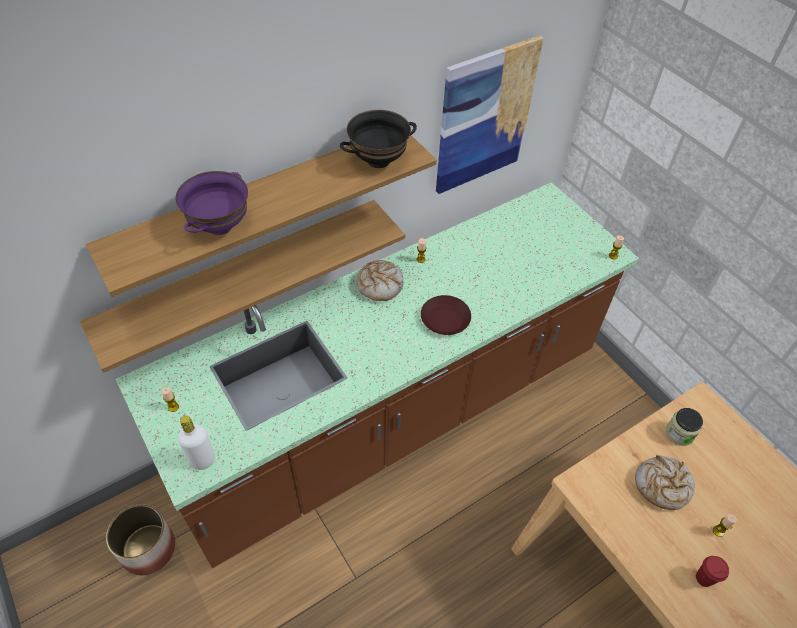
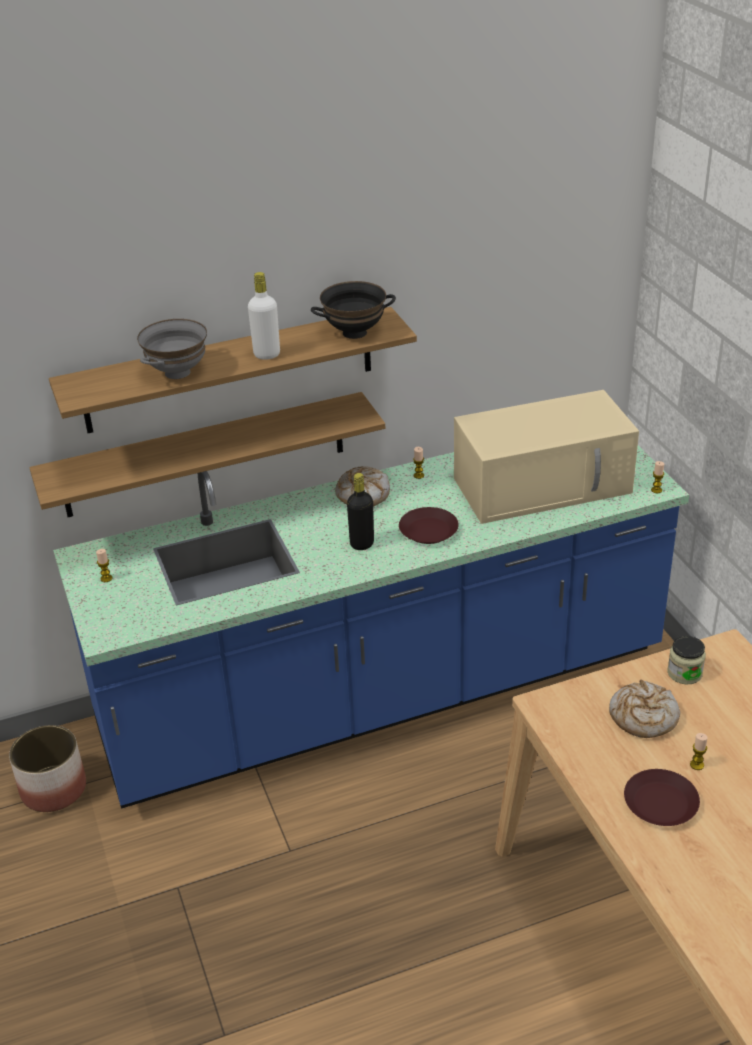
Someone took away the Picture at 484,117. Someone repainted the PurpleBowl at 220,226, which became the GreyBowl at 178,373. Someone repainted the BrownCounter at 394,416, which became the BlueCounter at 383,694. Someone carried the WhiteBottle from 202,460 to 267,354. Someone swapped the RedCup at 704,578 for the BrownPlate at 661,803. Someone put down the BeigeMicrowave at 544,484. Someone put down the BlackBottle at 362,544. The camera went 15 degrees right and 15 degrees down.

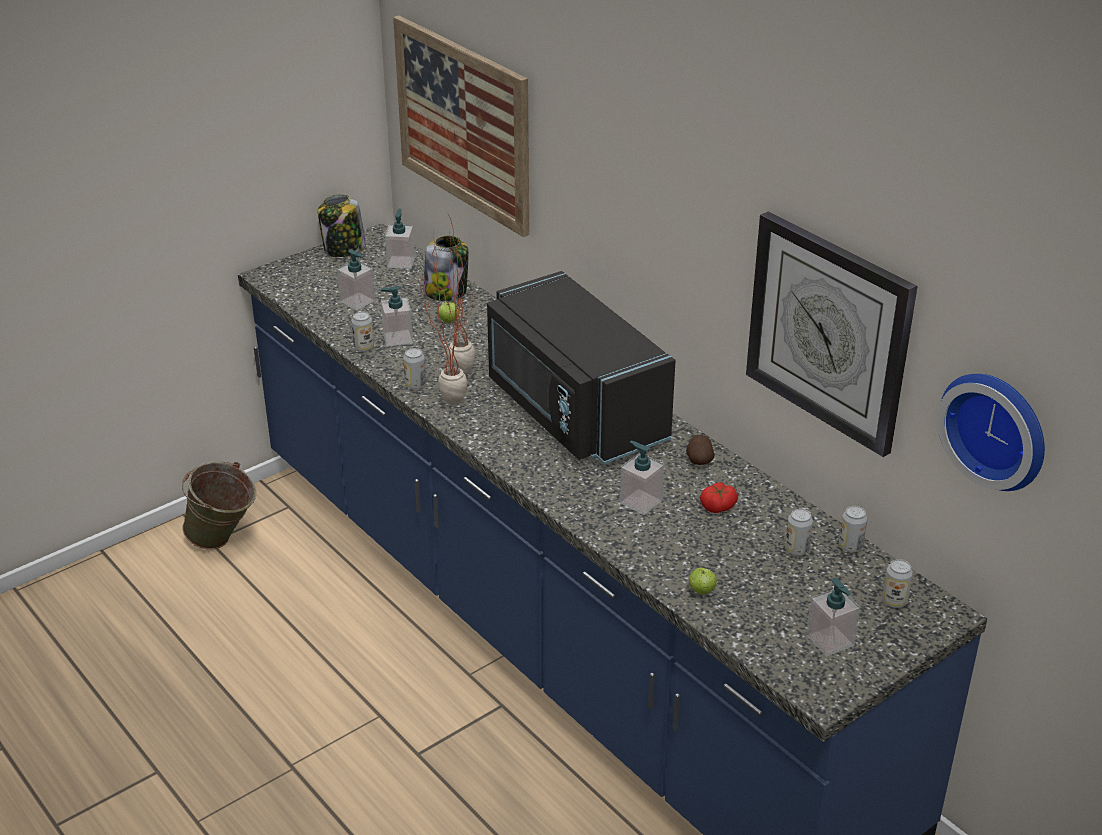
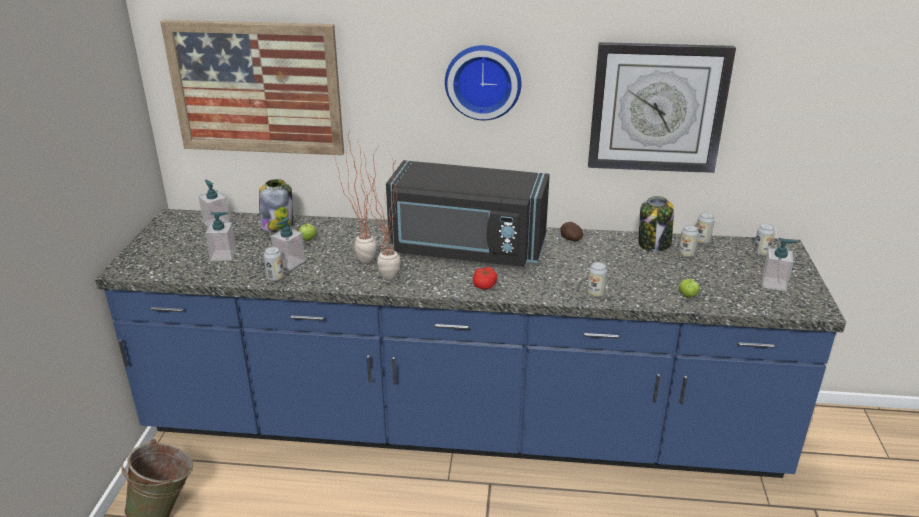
Someone carried the Jar from 343,249 to 654,244. Someone carried the Can from 415,385 to 595,293. Someone carried the WallClock from 997,428 to 483,81. Someone took away the SoapDispenser at 640,501. Someone carried the Tomato from 718,506 to 484,284. The camera went 45 degrees left and 5 degrees down.

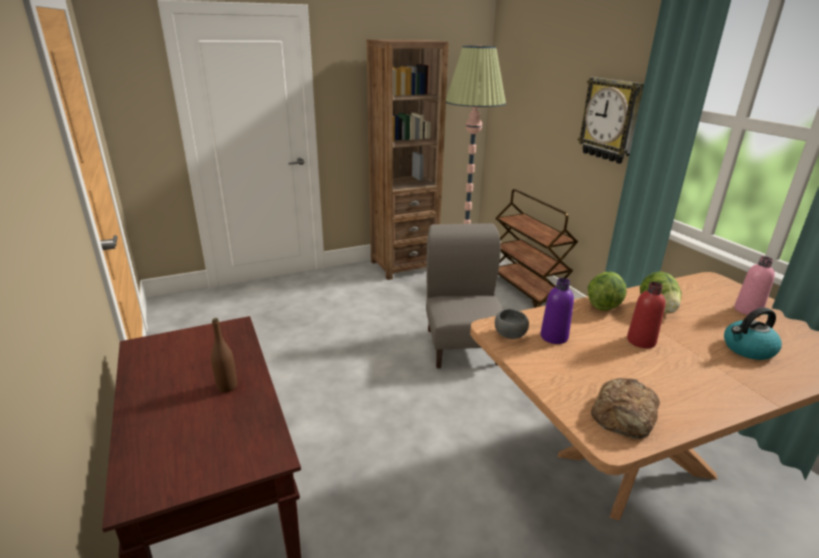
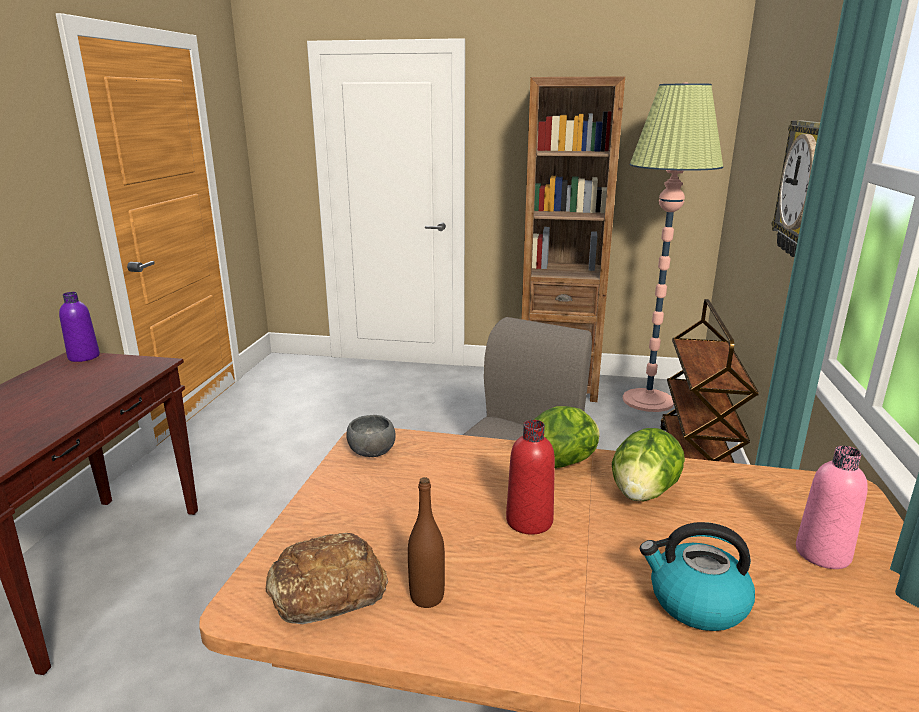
Someone carried the PurpleBottle from 554,337 to 84,357. Someone carried the BrownBottle from 227,387 to 427,597. The camera went 35 degrees right and 5 degrees down.

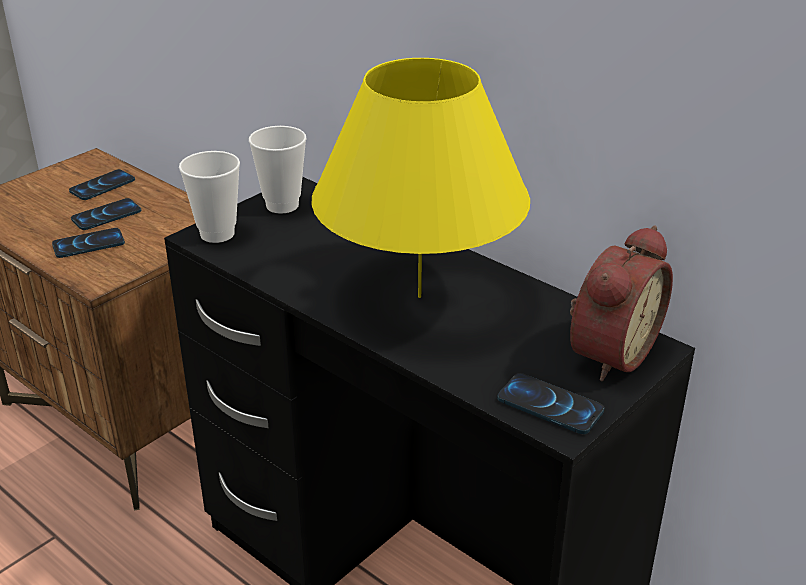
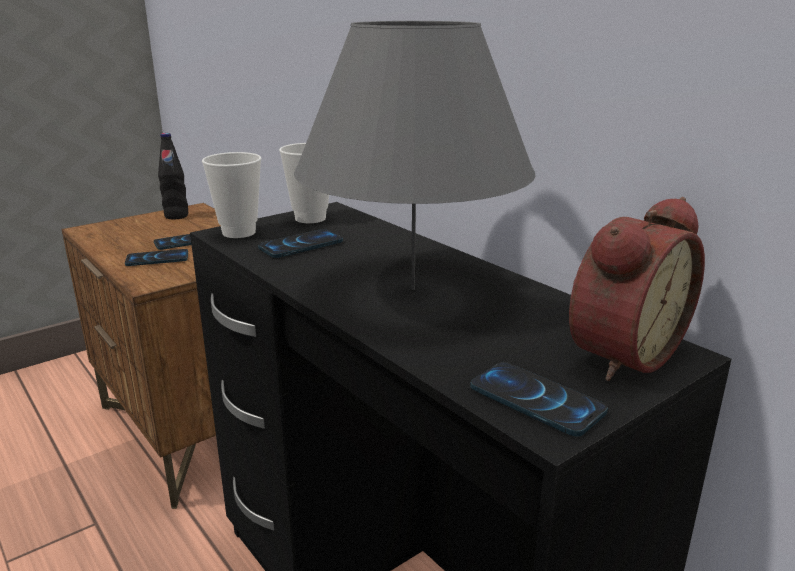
Someone repainted the YellowTableLamp at 419,296, which became the GreyTableLamp at 412,289. Someone carried the Phone from 102,186 to 301,245. Someone put down the BlackBottle at 176,216. The camera went 10 degrees right and 10 degrees down.

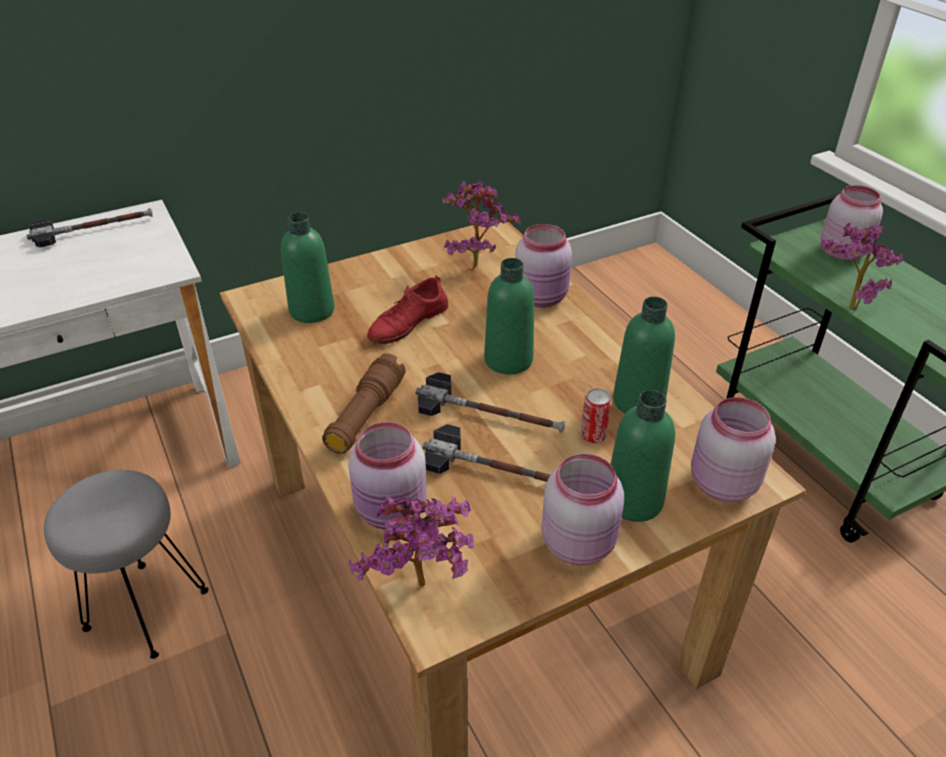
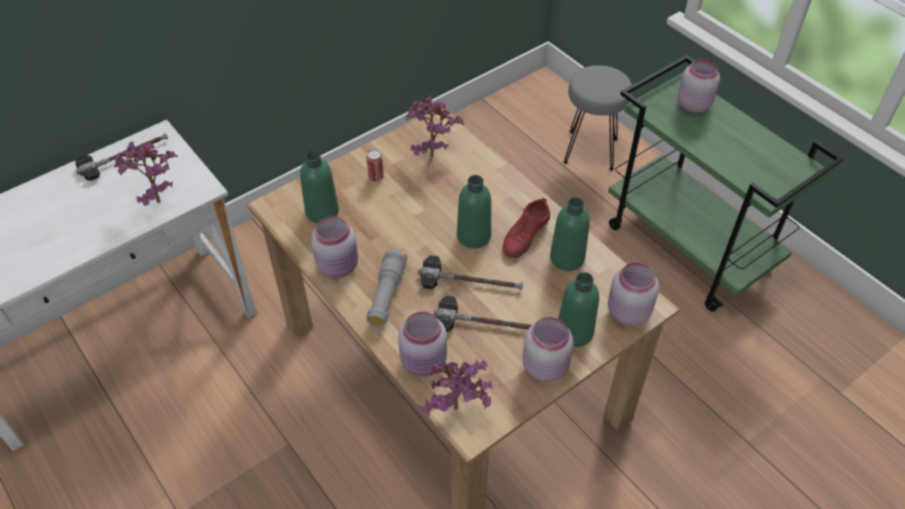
Someone carried the PottedPlant from 846,305 to 155,199. Someone carried the PinkJar from 542,297 to 339,266. Someone carried the RedShoe from 408,323 to 525,234. Someone repainted the BrownFlashlight at 365,415, which became the GreyFlashlight at 387,294. Someone carried the Can from 593,436 to 376,177. Someone carried the GreyStool from 146,608 to 589,150. The camera went 10 degrees left and 10 degrees up.

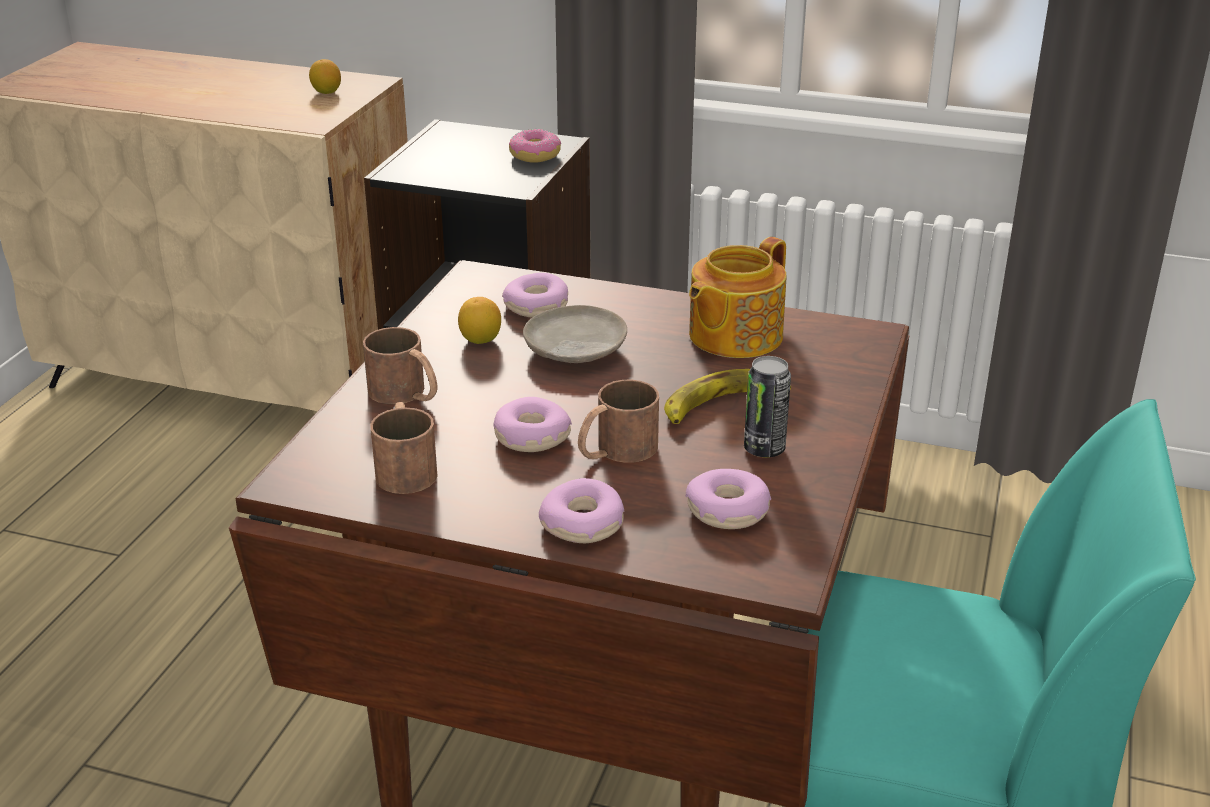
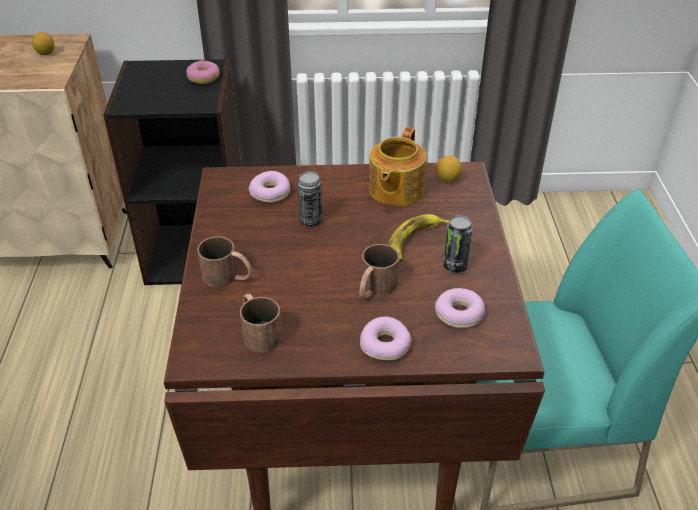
Someone carried the Lemon from 480,340 to 448,180. Someone swapped the BeigePlate at 574,350 for the Can at 310,220. Someone took away the Donut at 531,437. The camera went 20 degrees left and 10 degrees up.

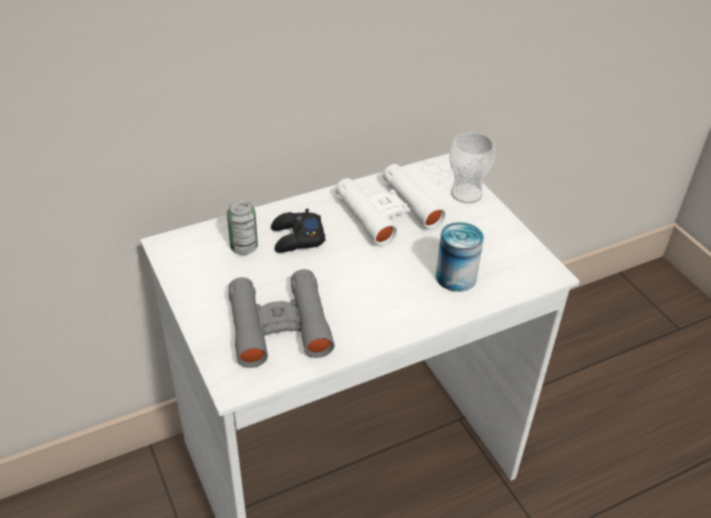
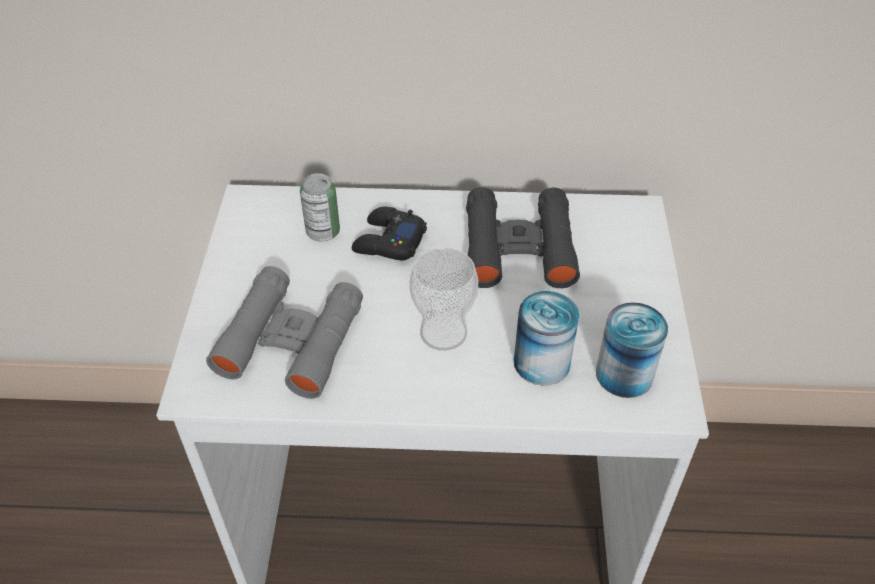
Someone carried the Cup from 466,194 to 443,332. Someone repainted the WhiteBinoculars at 388,212, which became the BlackBinoculars at 518,247. Someone put down the Can at 624,374. The camera went 30 degrees right and 5 degrees up.

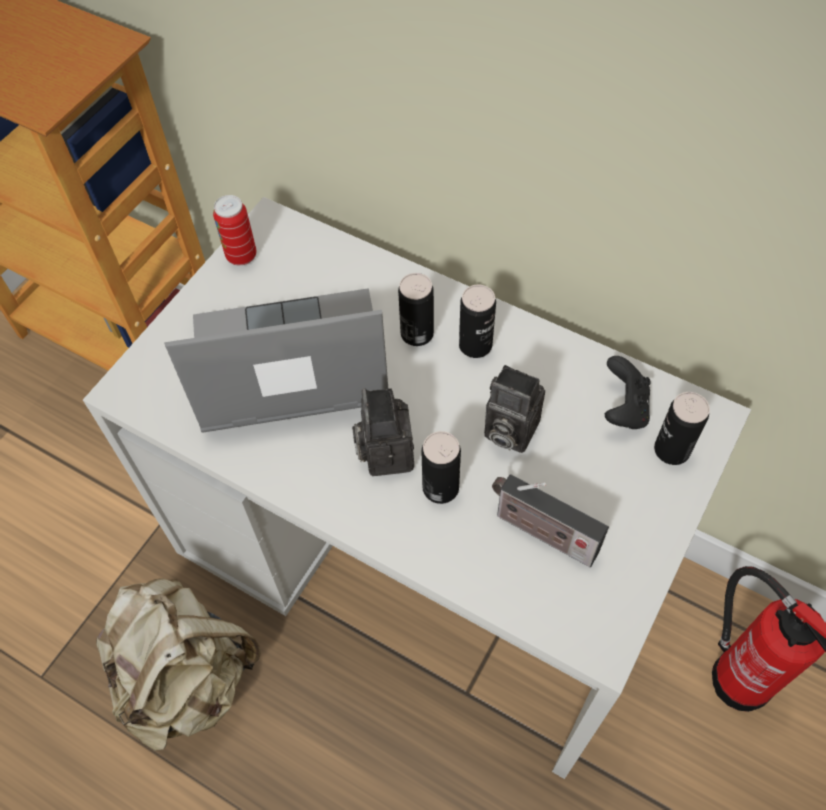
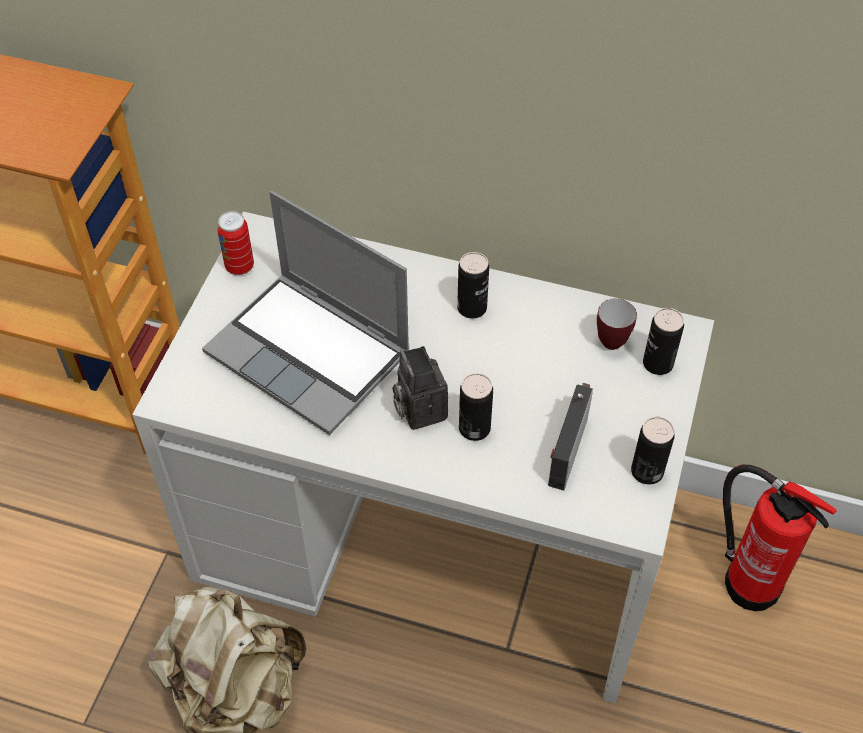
Someone carried the Can from 417,333 to 647,471. Someone rotated the Laptop at 287,367 by 120 degrees counterclockwise. Someone swapped the BlackGameController at 623,408 for the Mug at 610,338. Someone took away the PhotoCamera at 507,430. Someone rotated the Radio at 541,532 by 90 degrees clockwise. The camera went 15 degrees left and 5 degrees down.

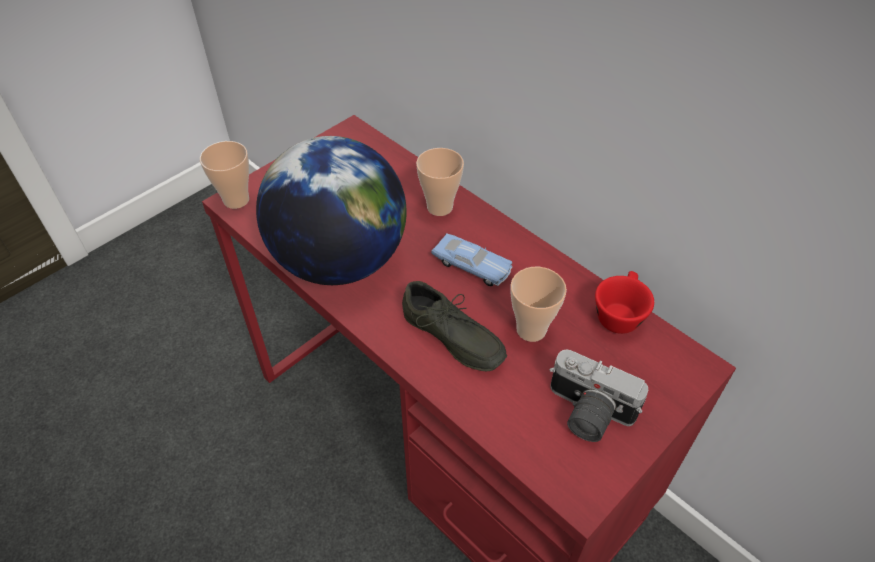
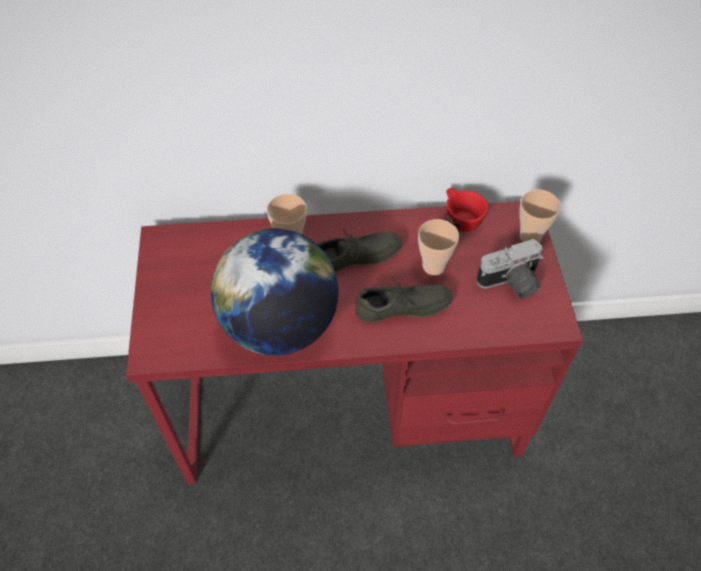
Someone carried the Cup from 236,200 to 530,236. Someone swapped the BlueToyCar at 471,266 for the GreyShoe at 357,259. The camera went 50 degrees left and 5 degrees up.

